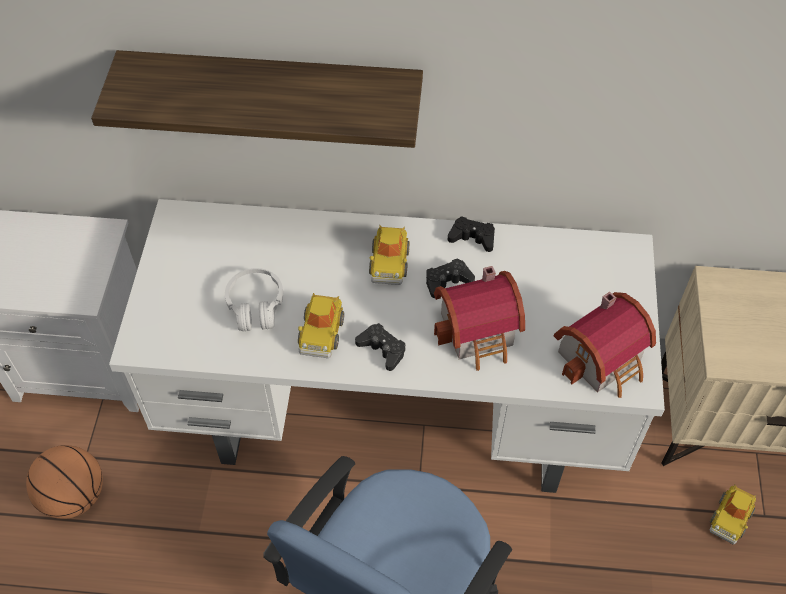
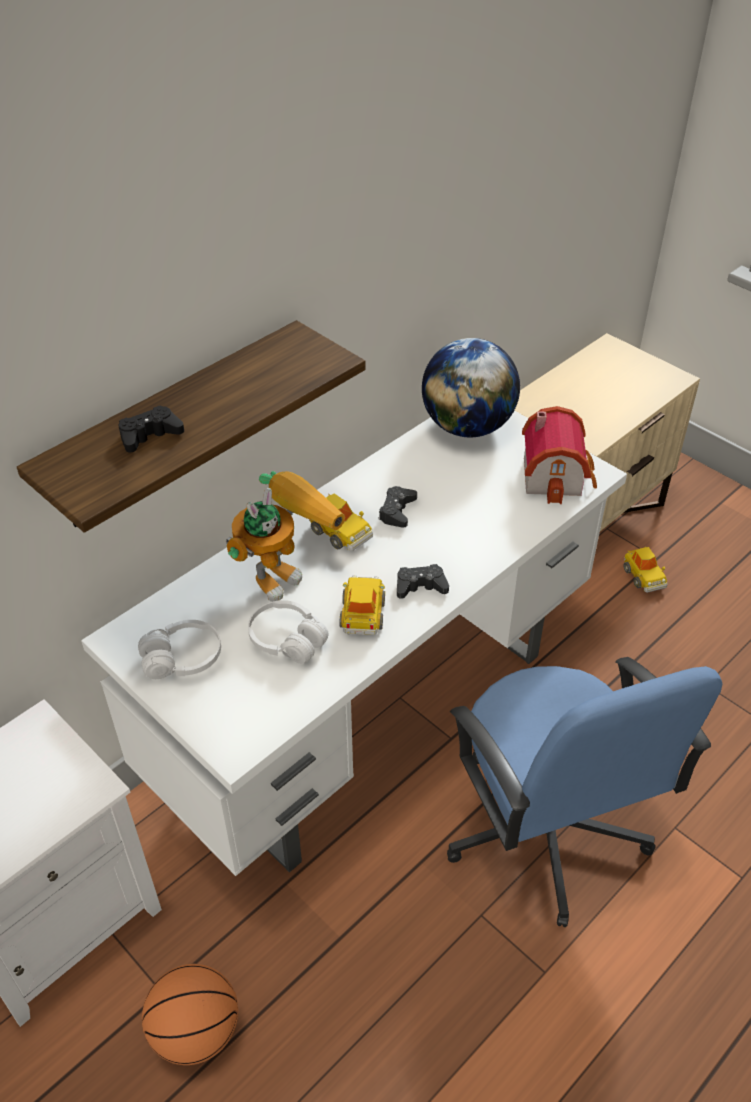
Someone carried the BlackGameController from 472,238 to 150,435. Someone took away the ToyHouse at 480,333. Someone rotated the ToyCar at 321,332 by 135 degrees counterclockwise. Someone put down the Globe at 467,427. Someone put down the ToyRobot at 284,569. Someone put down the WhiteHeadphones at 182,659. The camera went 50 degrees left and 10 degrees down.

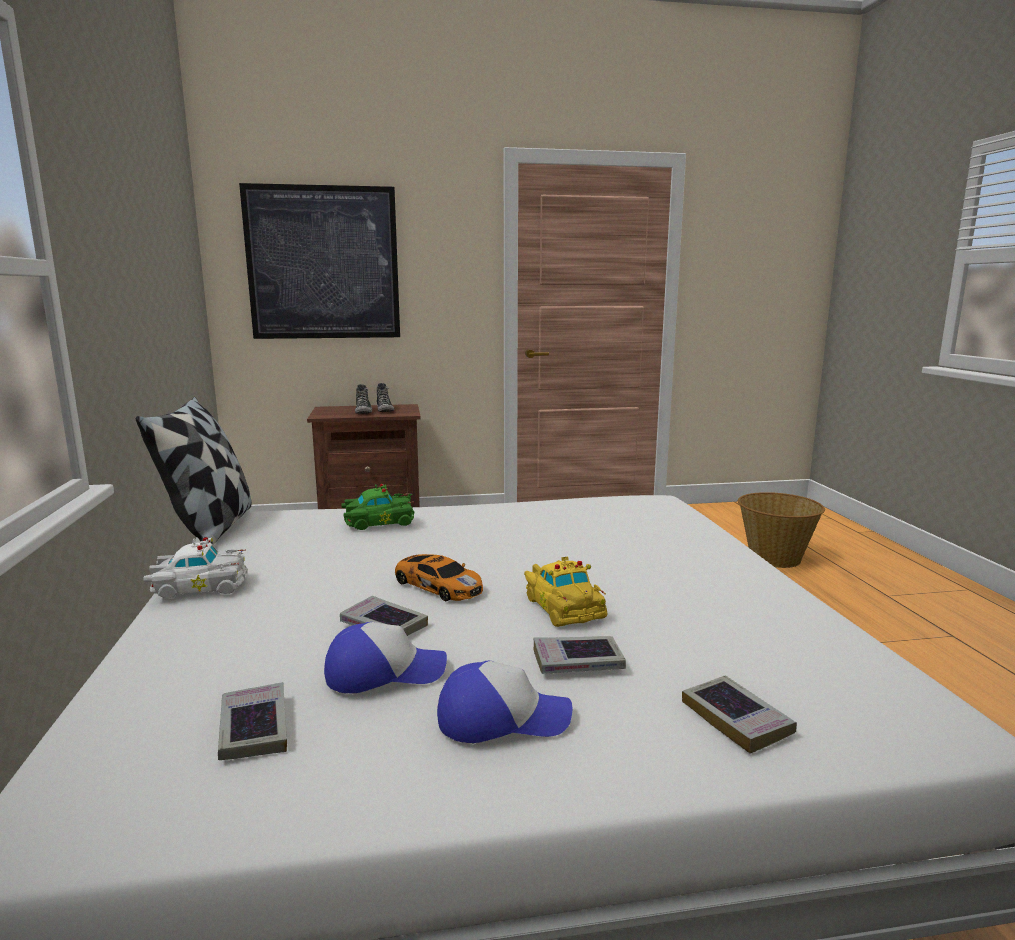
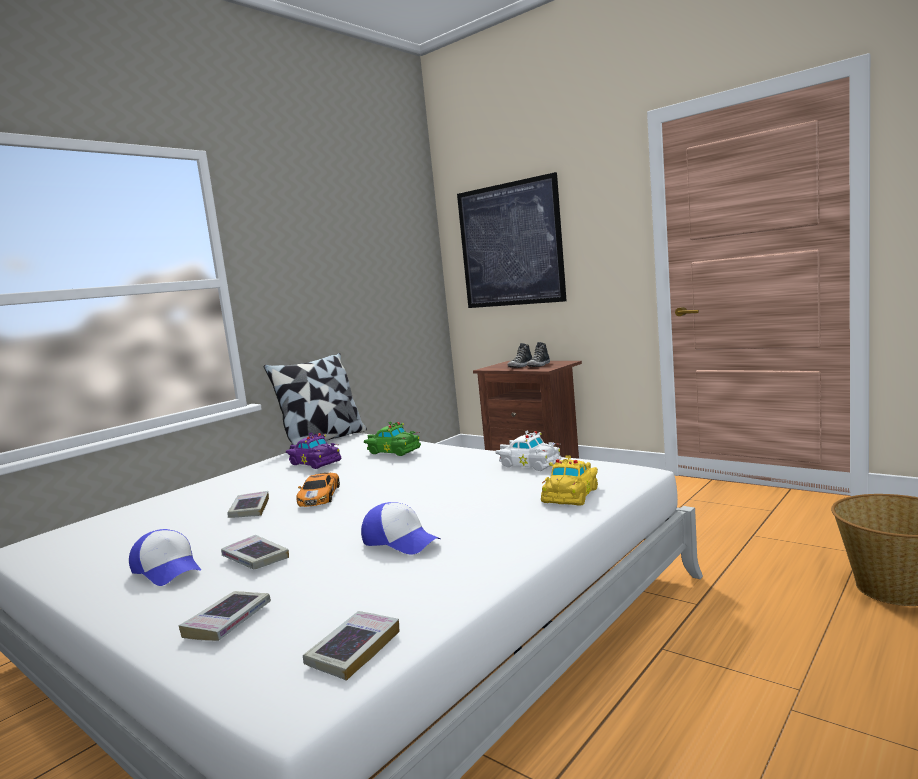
Someone carried the WhiteToyCar from 198,586 to 529,464. Someone carried the YellowToyCar from 564,606 to 572,494. Someone carried the Cap from 384,672 to 400,541. Someone carried the Book from 253,728 to 354,650. Someone put down the PurpleToyCar at 315,462. The camera went 50 degrees right and 5 degrees down.

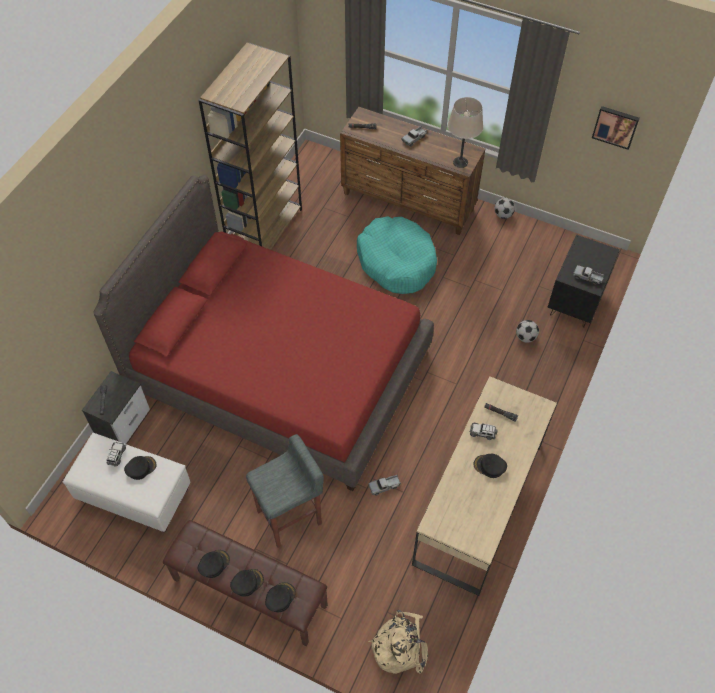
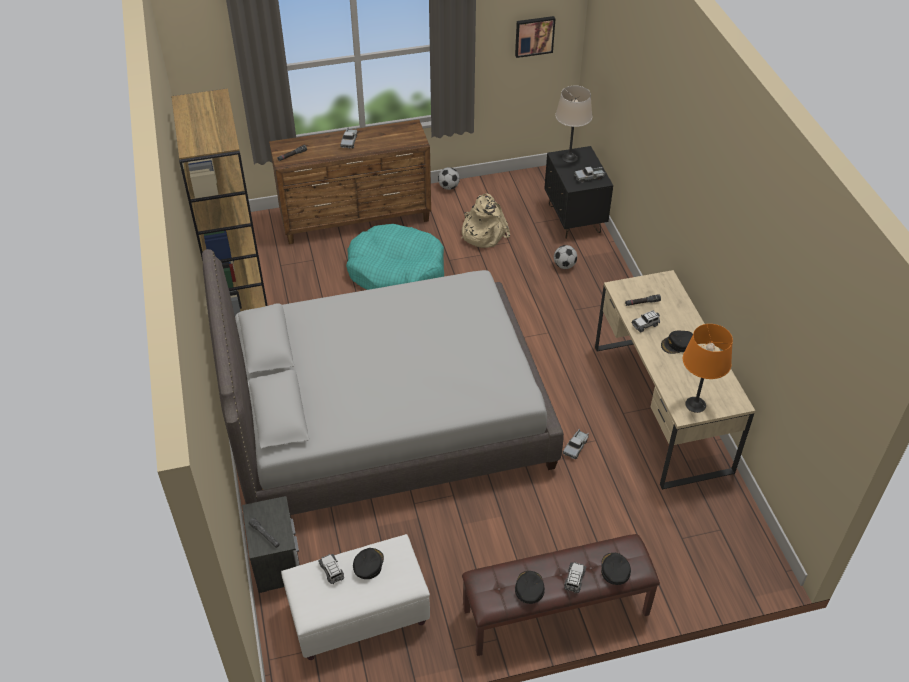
Someone carried the BeigeTableLamp from 460,162 to 569,158. Someone repainted the RedBed at 280,370, which became the GreyBed at 386,418. Someone took away the GreyStool at 290,517. Someone swapped the BlackCap at 247,582 for the ToyCar at 574,580. Someone carried the BeigeBackpack from 399,645 to 482,233. Someone put down the OrangeTableLamp at 695,405. The camera went 40 degrees left and 10 degrees down.

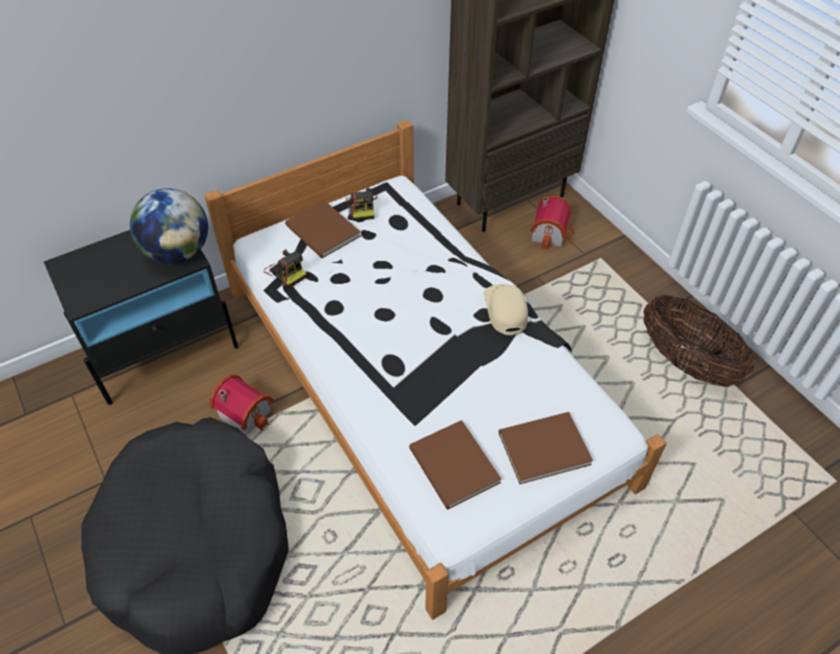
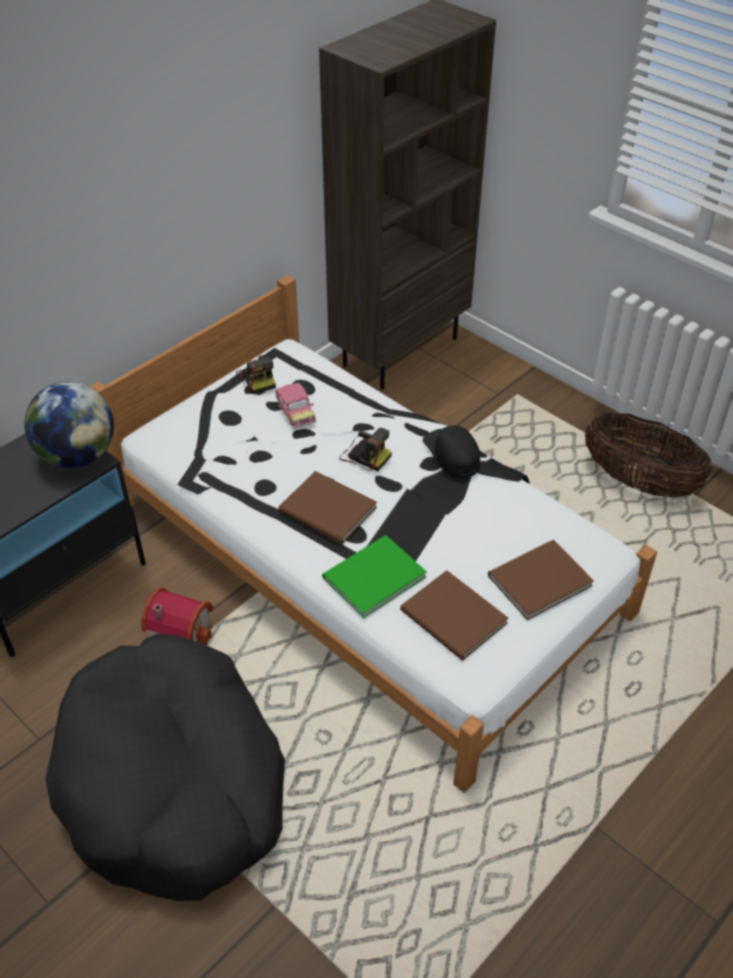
Someone took away the ToyHouse at 552,233. Someone carried the BrownBook from 322,232 to 328,512. Someone carried the PhotoCamera from 286,271 to 364,455. Someone repainted the BeigeCap at 505,310, which became the BlackCap at 452,454. Someone put down the ToyCar at 295,412. Someone put down the GreenBook at 371,577. The camera went 15 degrees left and 5 degrees down.

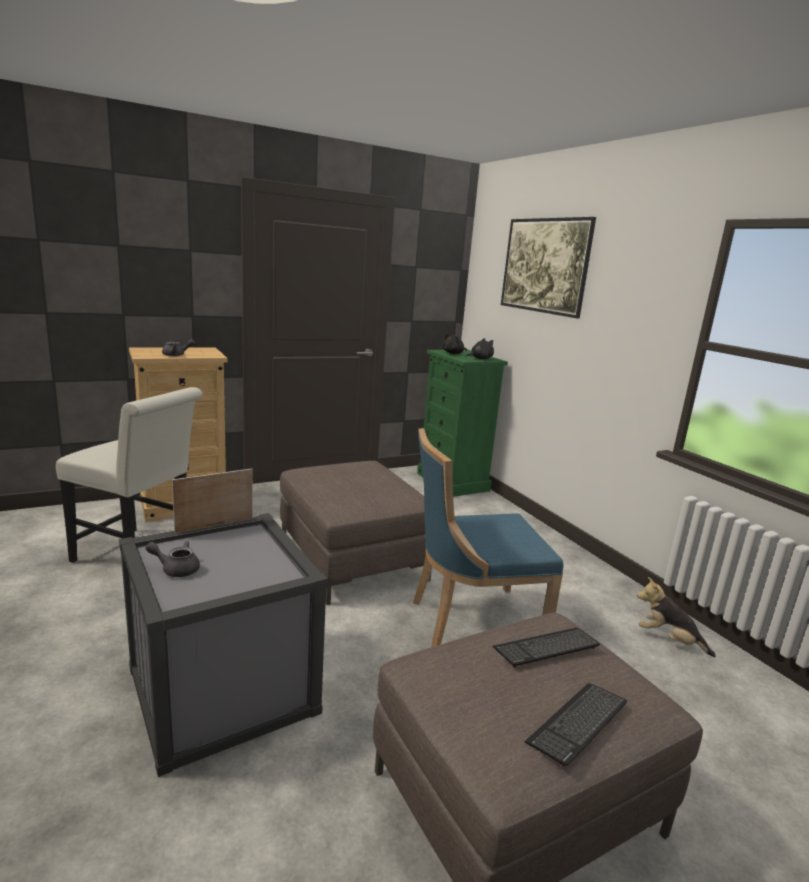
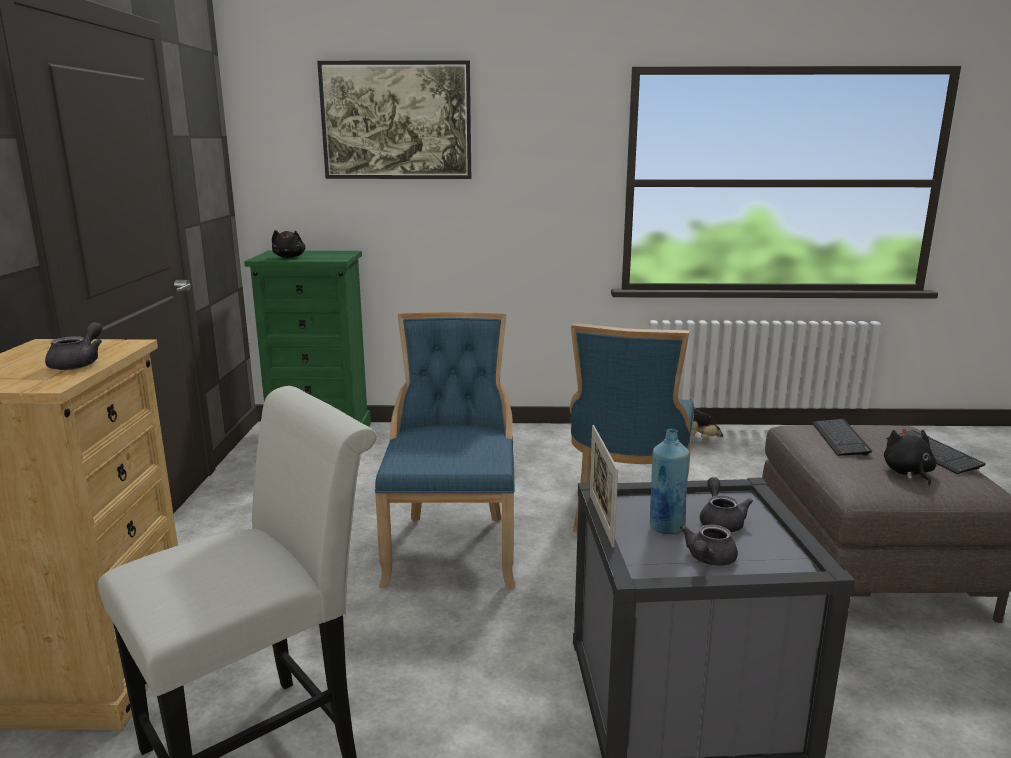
Someone carried the BlackPlushToy from 480,359 to 908,473. Someone swapped the BrownOttoman at 352,559 for the BlueChair at 452,547. Someone put down the BlueBottle at 666,527. Someone put down the GreyTeapot at 720,521. The camera went 60 degrees left and 0 degrees up.

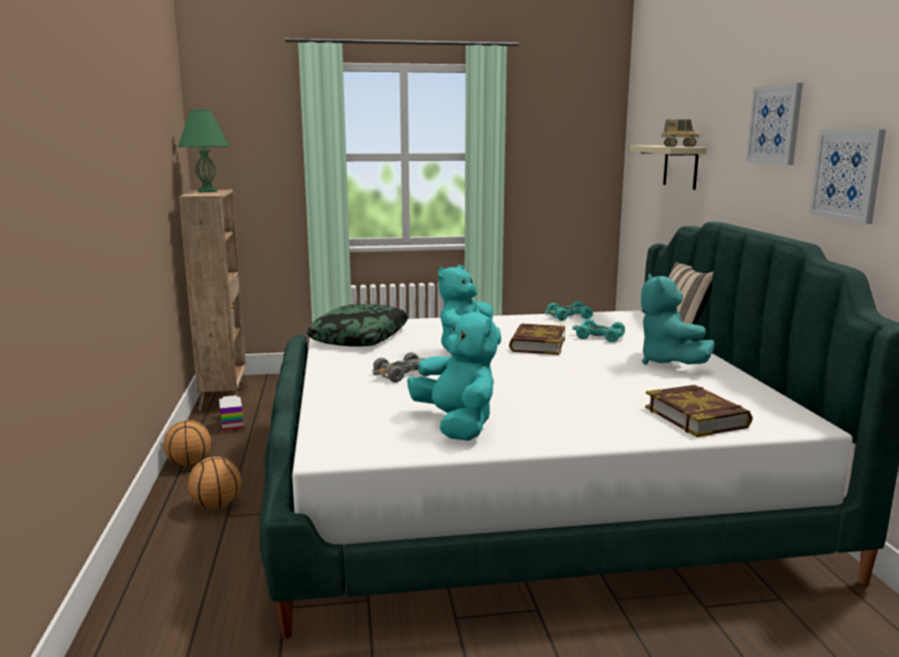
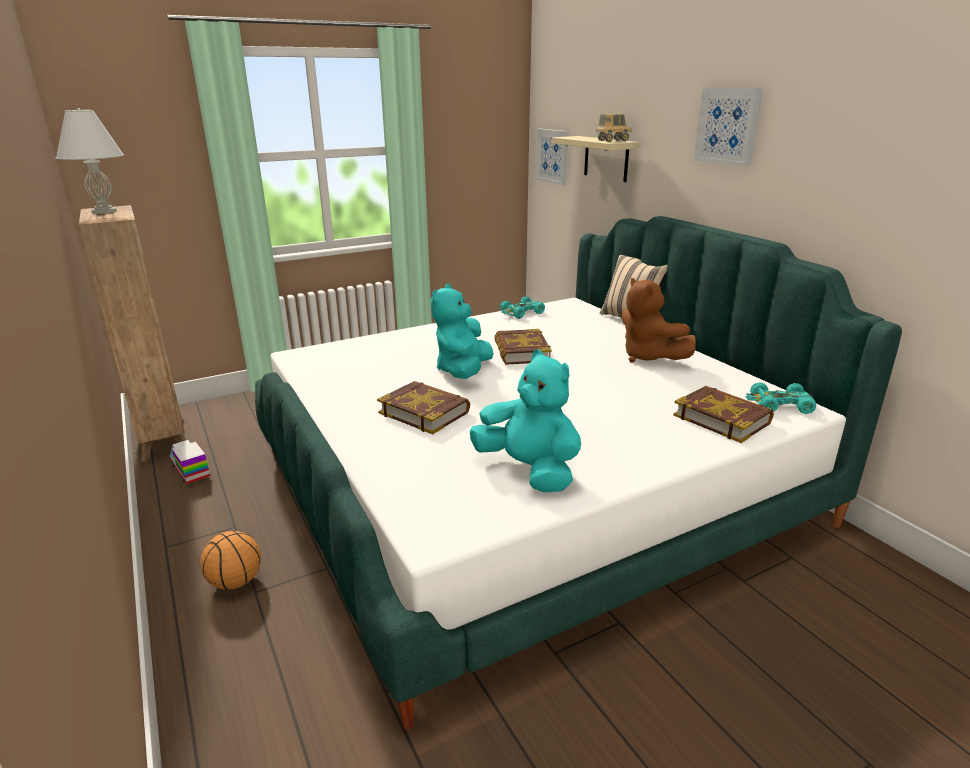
Someone repainted the GreenTableLamp at 208,191, which became the WhiteTableLamp at 105,211. Someone carried the Picture from 848,174 to 553,156. Someone repainted the TurquoisePlushToy at 668,362, which became the BrownPlushToy at 648,357. Someone took away the Pillow at 360,336. Someone carried the TurquoiseToyCar from 599,337 to 779,405. Someone swapped the GreyToyCar at 403,375 for the Book at 424,412. Someone took away the Basketball at 189,464. The camera went 20 degrees left and 10 degrees up.

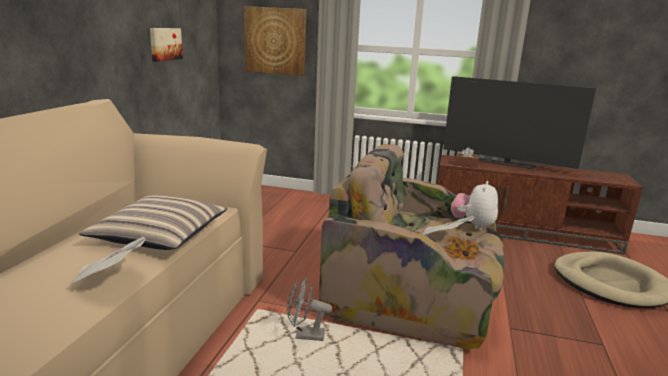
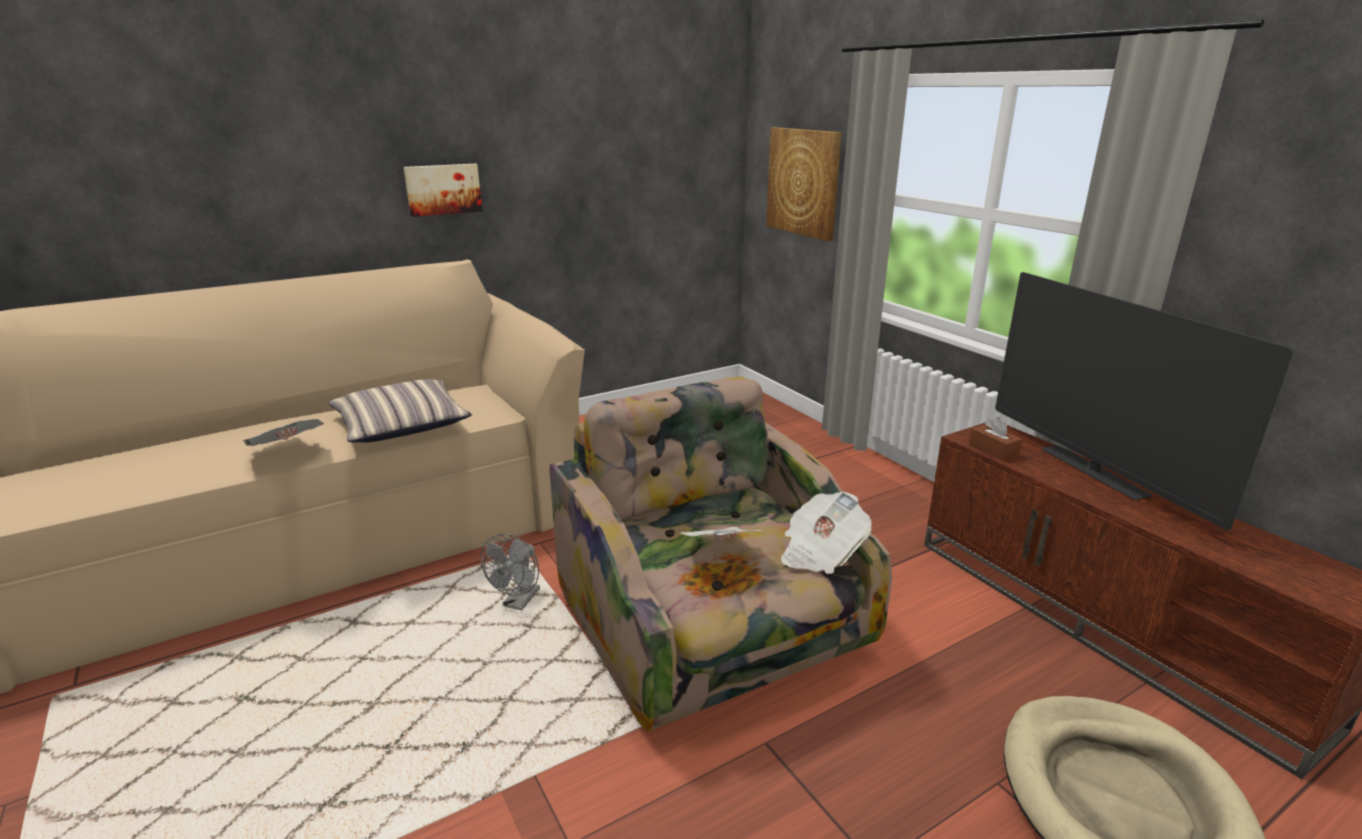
Someone carried the Picture from 165,44 to 443,189. Someone swapped the PlushToy at 472,225 for the Newspaper at 820,552. Someone rotated the GreyFan at 305,335 by 120 degrees counterclockwise. The camera went 45 degrees right and 5 degrees up.

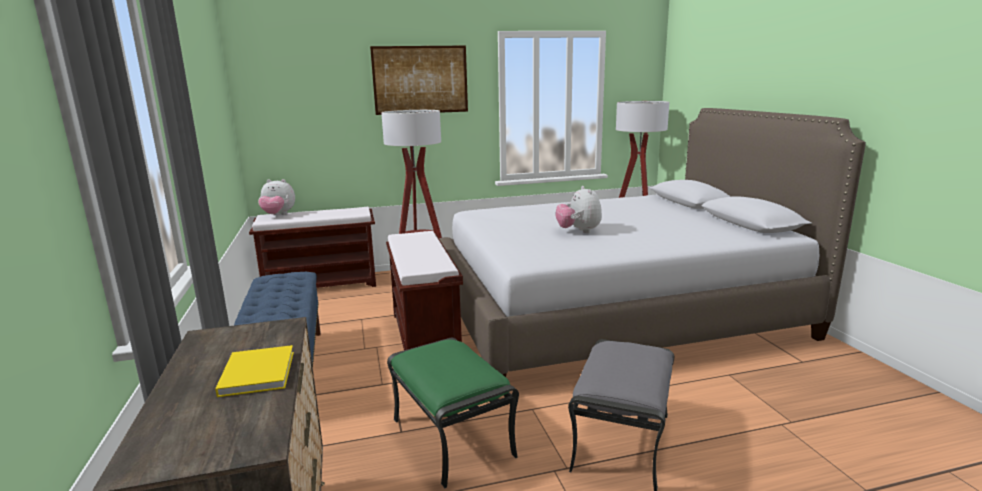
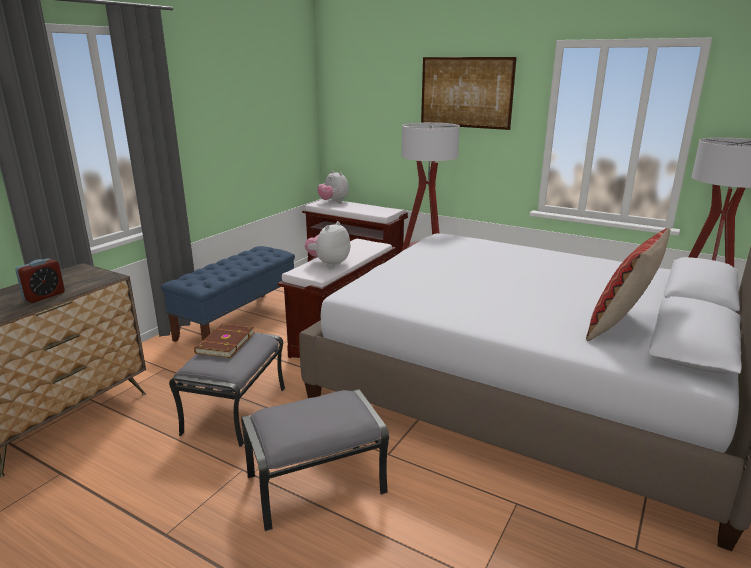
Someone carried the PlushToy from 578,231 to 328,263. Someone repainted the GreenOttoman at 450,437, which became the GreyOttoman at 235,410. Someone swapped the YellowBook at 258,372 for the AlarmClock at 44,296. Someone put down the Pillow at 619,327. Someone put down the BrownBook at 224,343. The camera went 45 degrees right and 5 degrees up.

